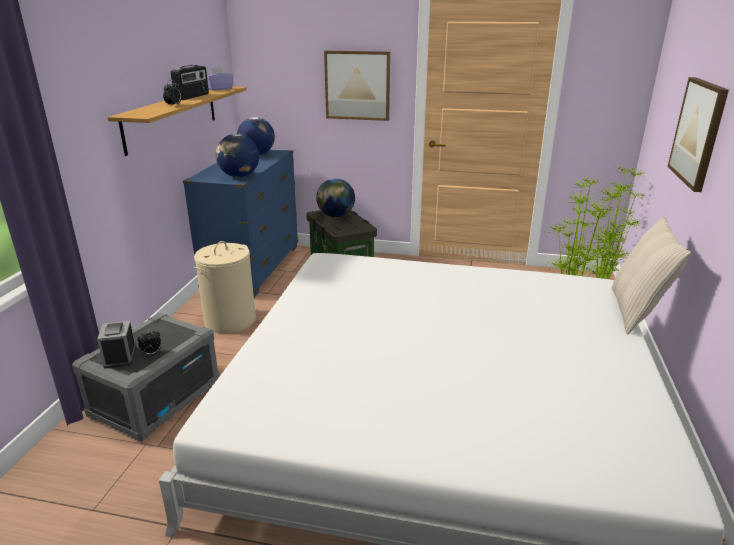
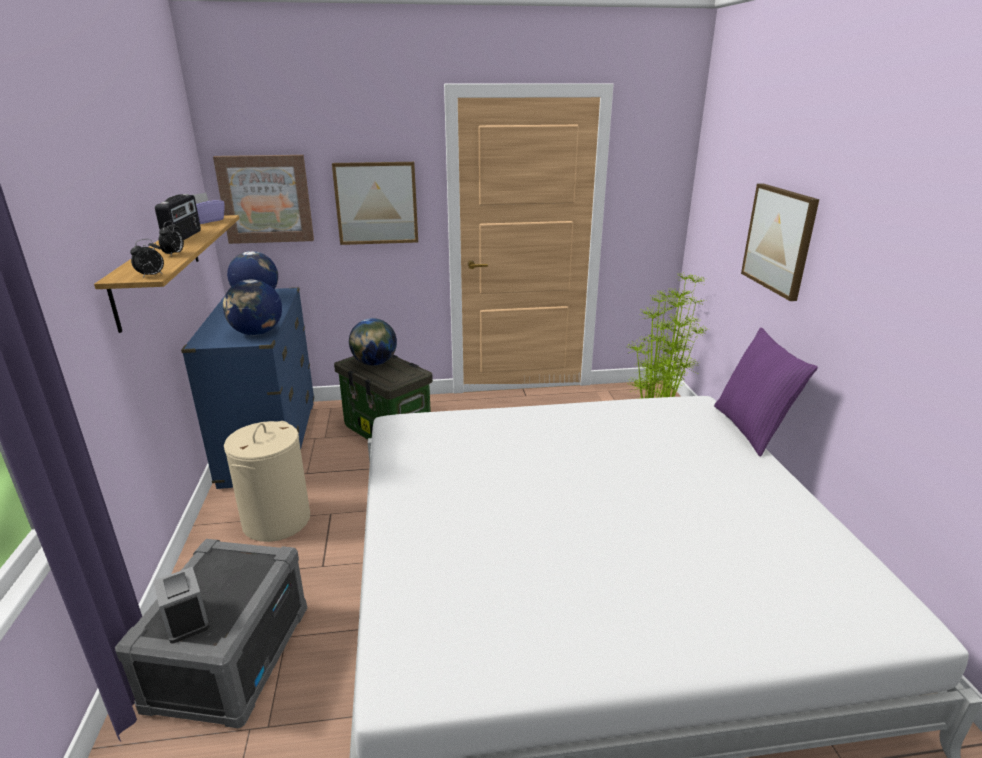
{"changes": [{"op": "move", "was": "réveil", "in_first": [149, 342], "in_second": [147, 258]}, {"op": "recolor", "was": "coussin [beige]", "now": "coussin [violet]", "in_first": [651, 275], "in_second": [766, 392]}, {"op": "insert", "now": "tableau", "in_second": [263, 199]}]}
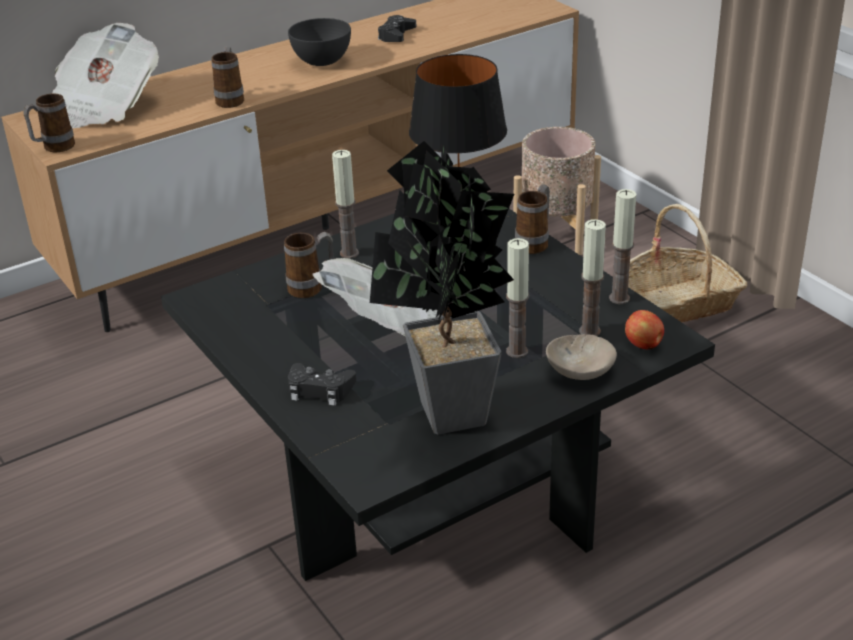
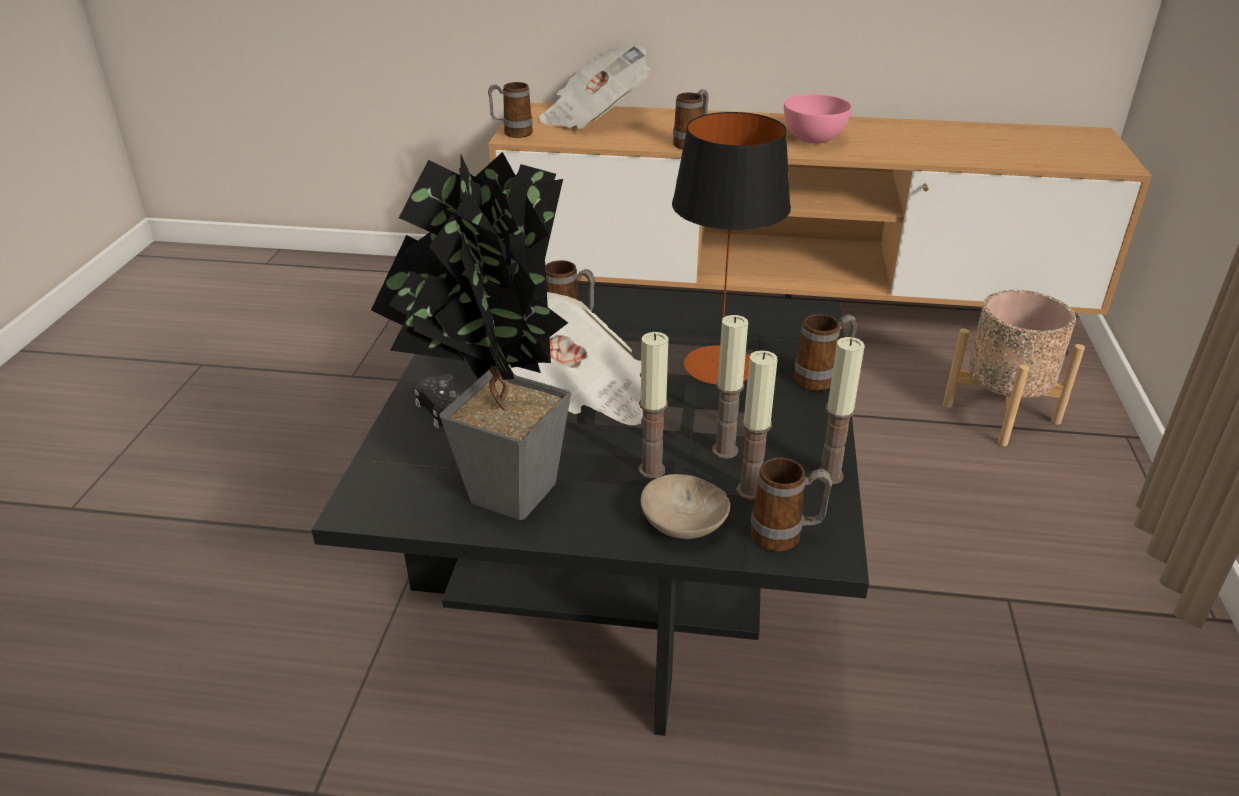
{"changes": [{"op": "recolor", "was": "bol [gris]", "now": "bol [rose]", "in_first": [319, 42], "in_second": [818, 119]}, {"op": "move", "was": "bougie", "in_first": [345, 204], "in_second": [730, 387]}, {"op": "delete", "was": "manette [noir]", "in_first": [397, 28]}, {"op": "replace", "was": "pomme", "now": "mug", "in_first": [644, 329], "in_second": [791, 504]}, {"op": "delete", "was": "panier", "in_first": [688, 263]}]}
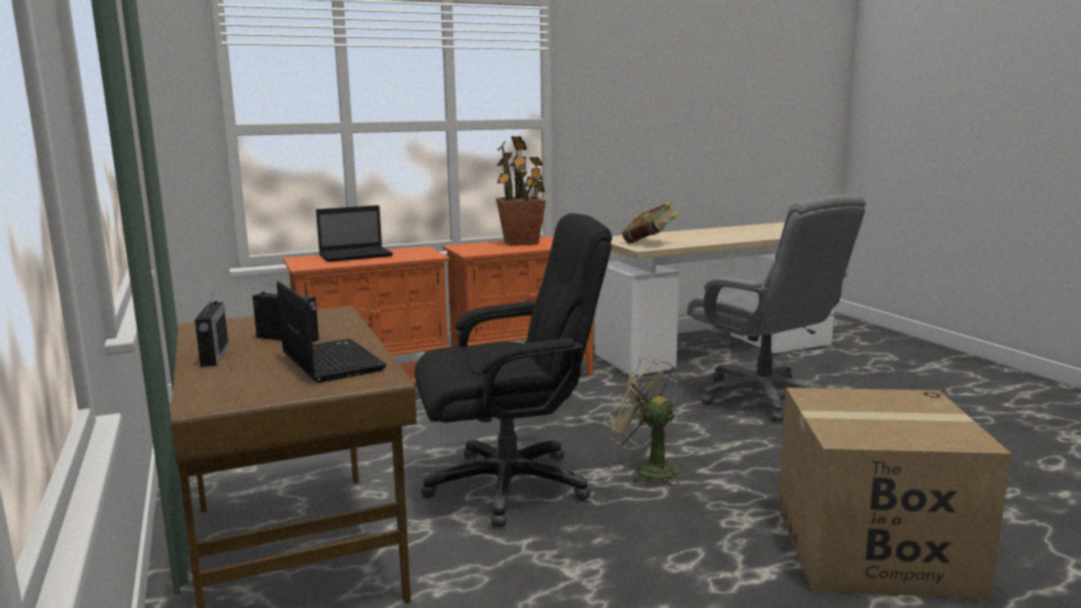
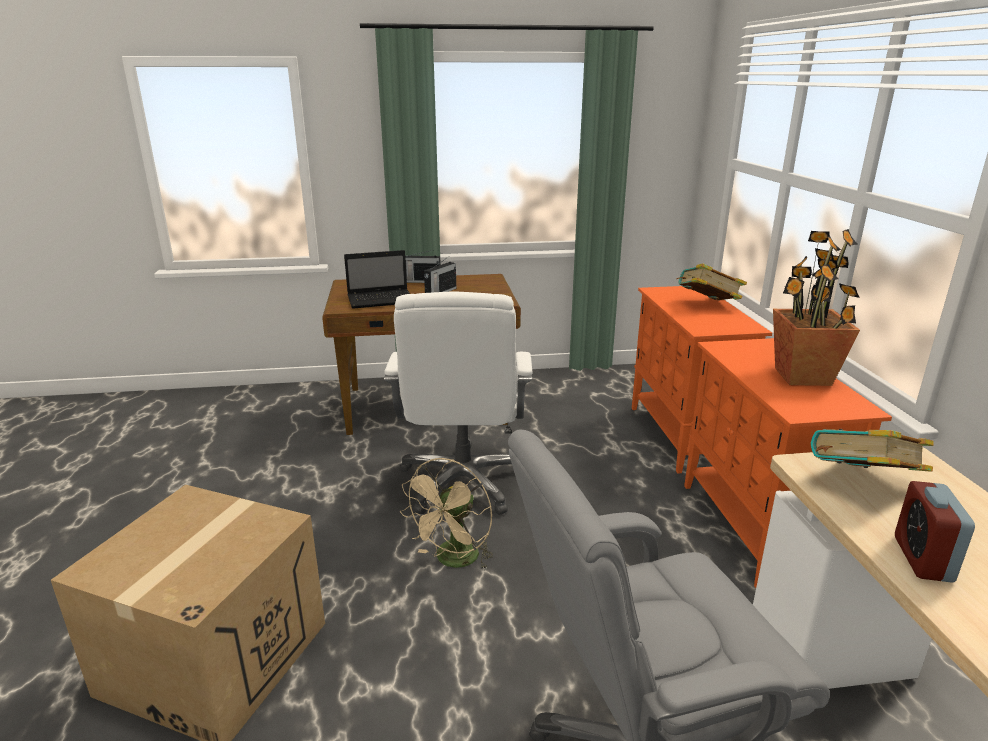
{"changes": [{"op": "replace", "was": "ordinateur portable", "now": "livre", "in_first": [354, 233], "in_second": [711, 282]}, {"op": "recolor", "was": "chaise de bureau [noir]", "now": "chaise de bureau [blanc]", "in_first": [513, 370], "in_second": [458, 403]}, {"op": "rotate", "was": "ventilateur [beige]", "in_first": [642, 421], "in_second": [446, 513], "clockwise": 150}, {"op": "insert", "now": "réveil", "in_second": [935, 532]}]}
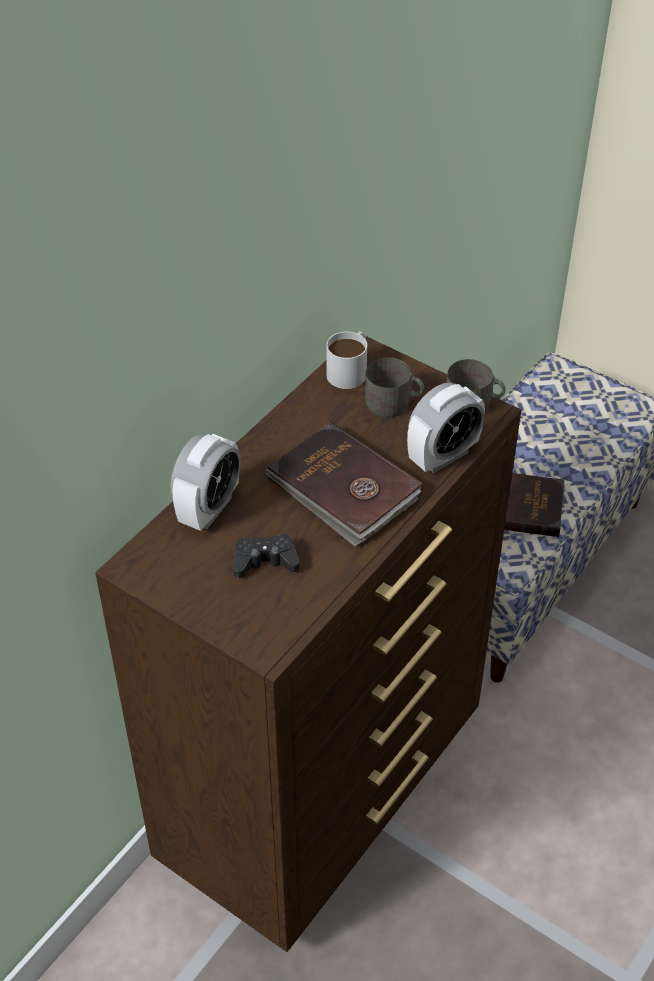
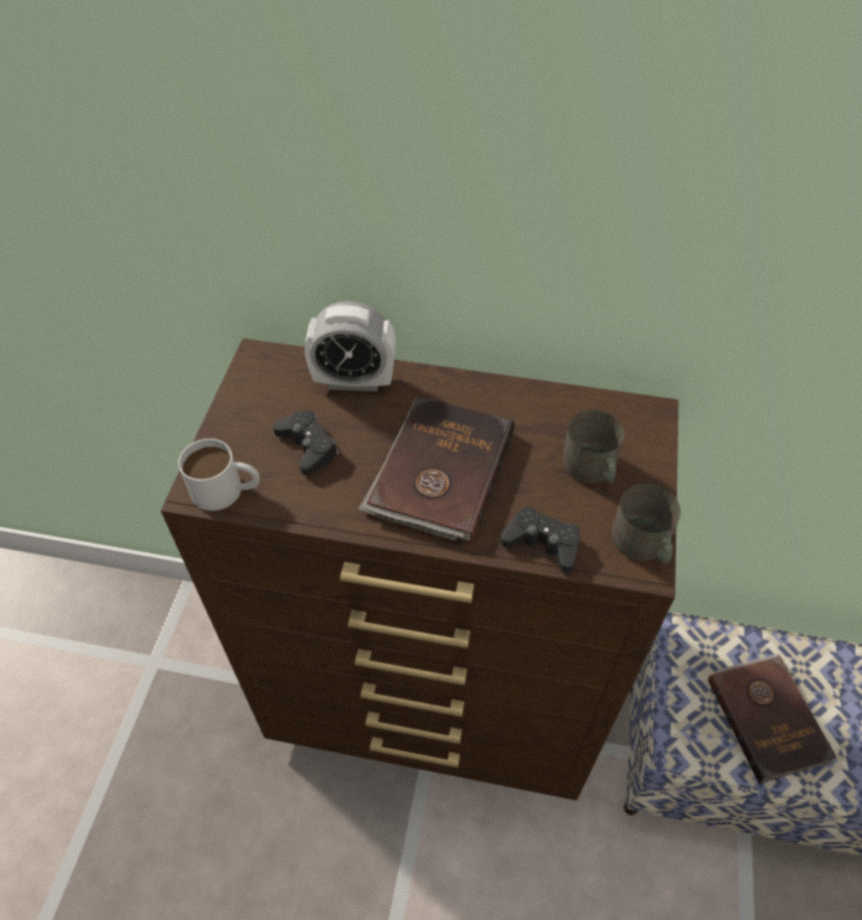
{"changes": [{"op": "move", "was": "mug [blanc]", "in_first": [346, 360], "in_second": [219, 475]}, {"op": "replace", "was": "réveil", "now": "manette [noir]", "in_first": [446, 428], "in_second": [540, 539]}]}
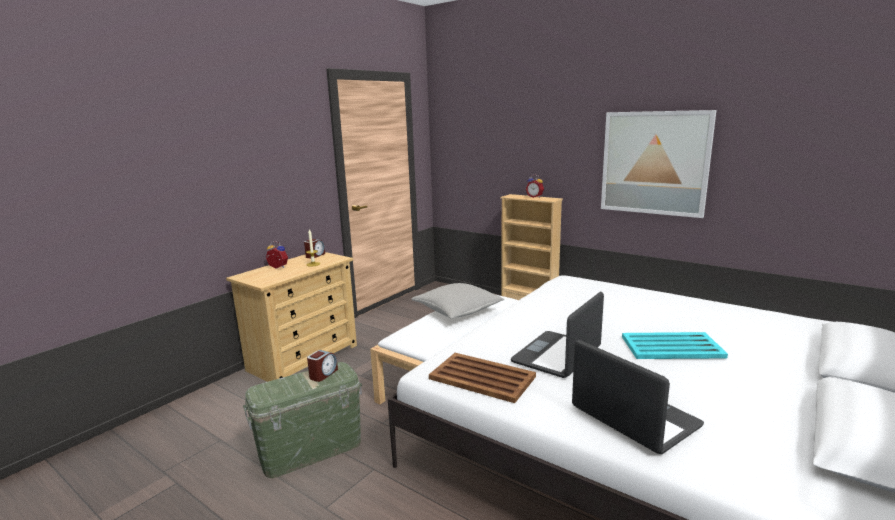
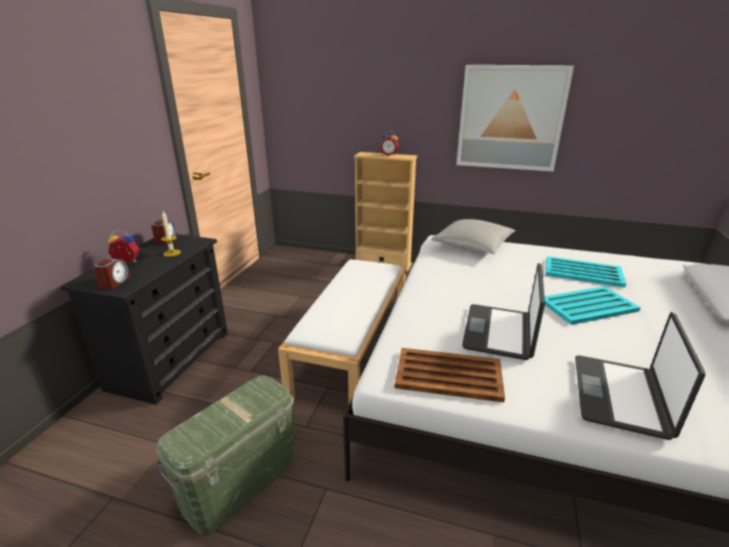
{"changes": [{"op": "recolor", "was": "commode [beige]", "now": "commode [noir]", "in_first": [291, 317], "in_second": [144, 319]}, {"op": "move", "was": "réveil", "in_first": [322, 366], "in_second": [111, 274]}, {"op": "move", "was": "coussin [gris]", "in_first": [458, 301], "in_second": [473, 236]}, {"op": "rotate", "was": "ordinateur portable", "in_first": [638, 397], "in_second": [640, 376], "clockwise": -105}, {"op": "insert", "now": "plateau [turquoise]", "in_second": [586, 271]}]}
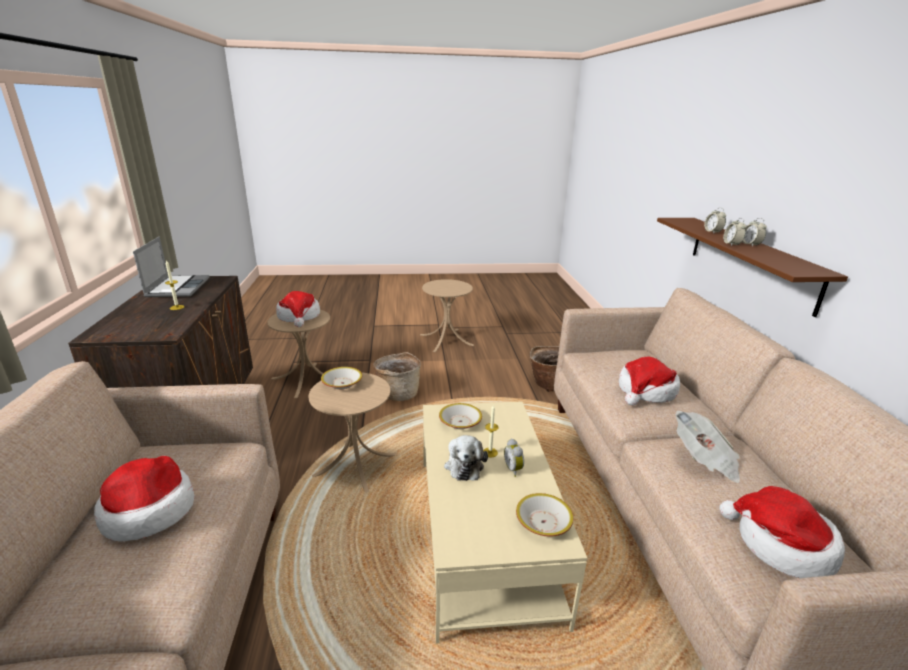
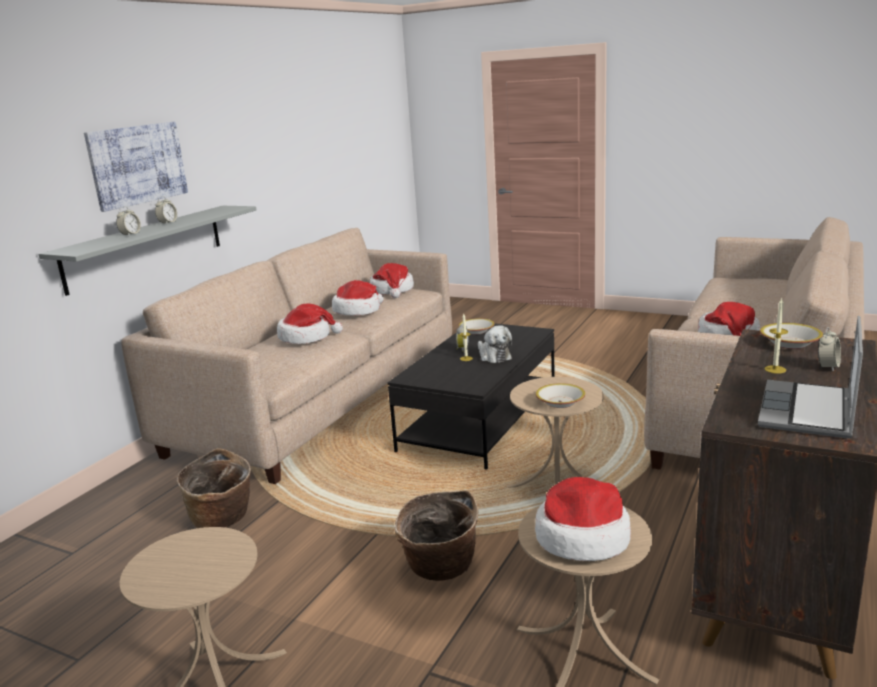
{"changes": [{"op": "recolor", "was": "table basse [beige]", "now": "table basse [noir]", "in_first": [505, 522], "in_second": [471, 396]}, {"op": "move", "was": "bol", "in_first": [460, 416], "in_second": [791, 336]}, {"op": "rotate", "was": "peluche", "in_first": [466, 458], "in_second": [495, 344], "clockwise": 120}, {"op": "recolor", "was": "étagère [marron]", "now": "étagère [gris]", "in_first": [752, 267], "in_second": [148, 251]}, {"op": "replace", "was": "journal", "now": "chapeau", "in_first": [707, 446], "in_second": [358, 297]}, {"op": "move", "was": "réveil", "in_first": [734, 232], "in_second": [829, 349]}, {"op": "insert", "now": "tableau", "in_second": [136, 167]}]}
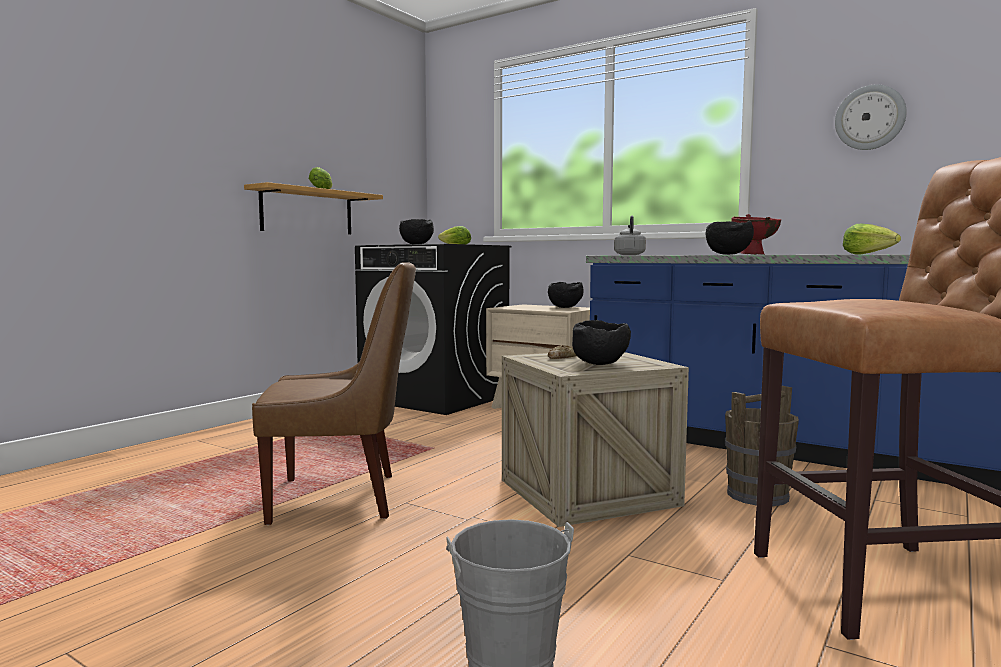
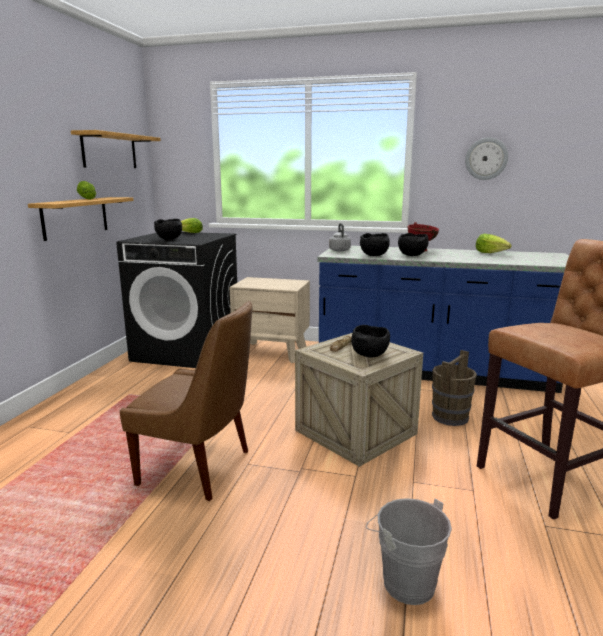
{"changes": [{"op": "rotate", "was": "chaise [marron]", "in_first": [334, 394], "in_second": [185, 401], "clockwise": 45}, {"op": "move", "was": "bol [noir]", "in_first": [565, 295], "in_second": [375, 244]}, {"op": "insert", "now": "étagère", "in_second": [116, 149]}]}
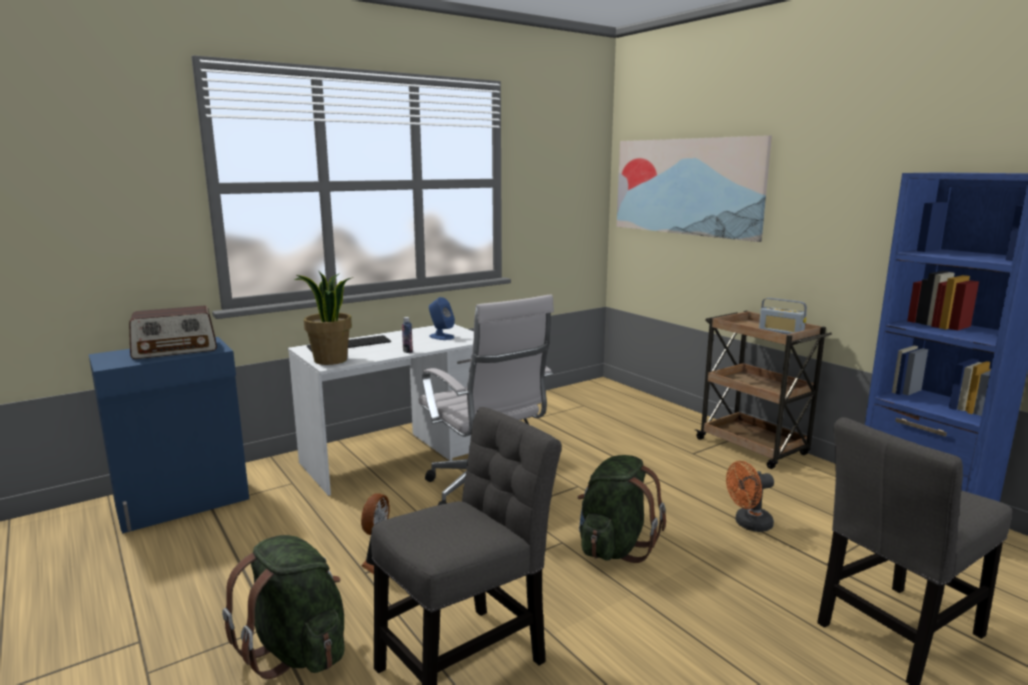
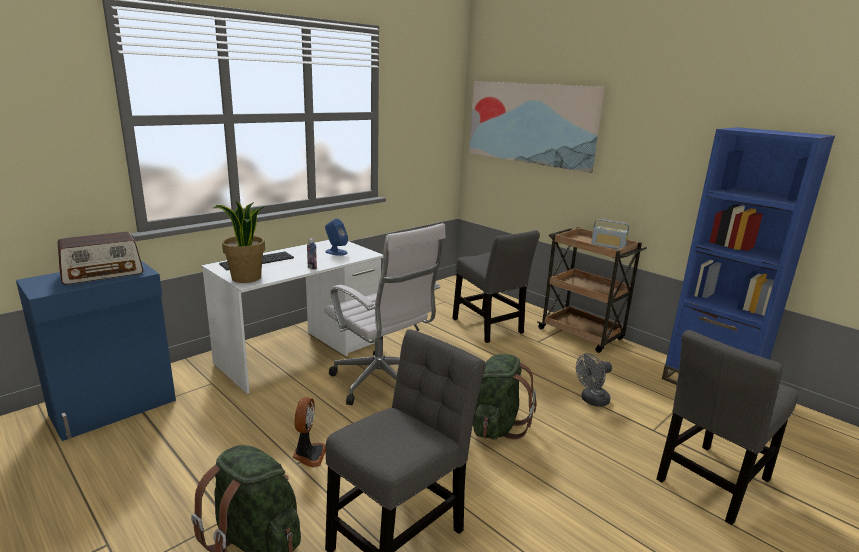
{"changes": [{"op": "recolor", "was": "ventilateur [orange]", "now": "ventilateur [gris]", "in_first": [750, 496], "in_second": [594, 380]}, {"op": "insert", "now": "chaise [gris]", "in_second": [496, 286]}]}
